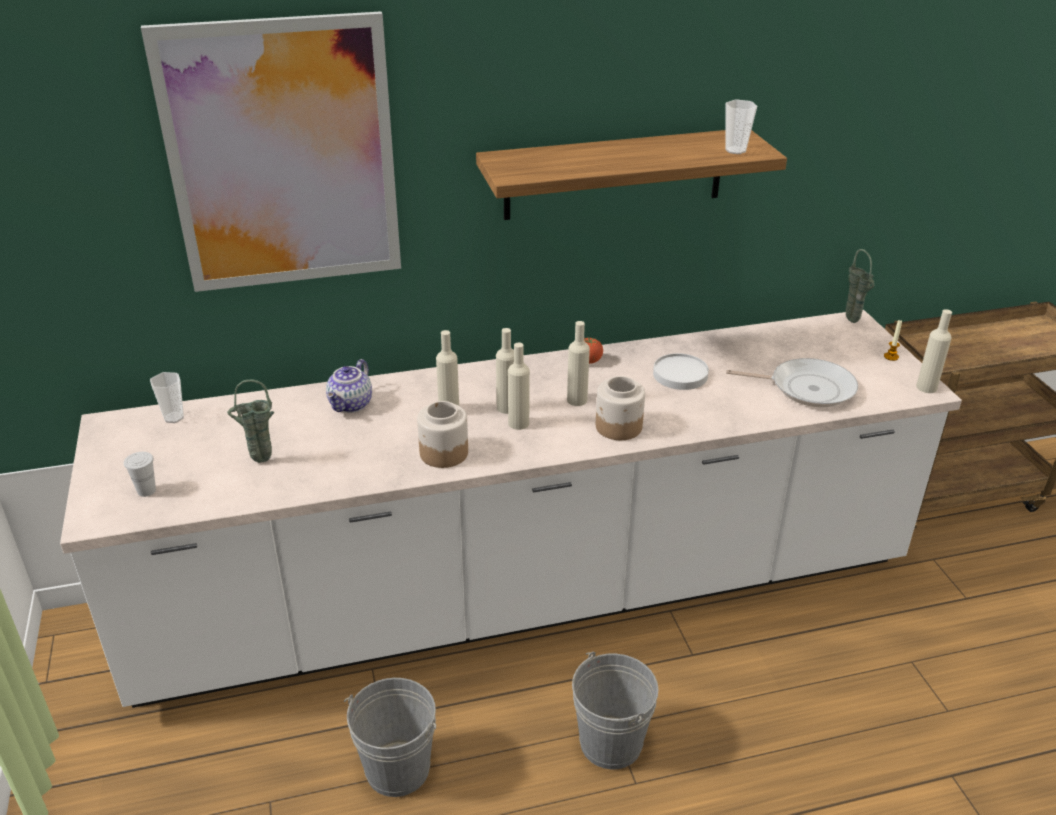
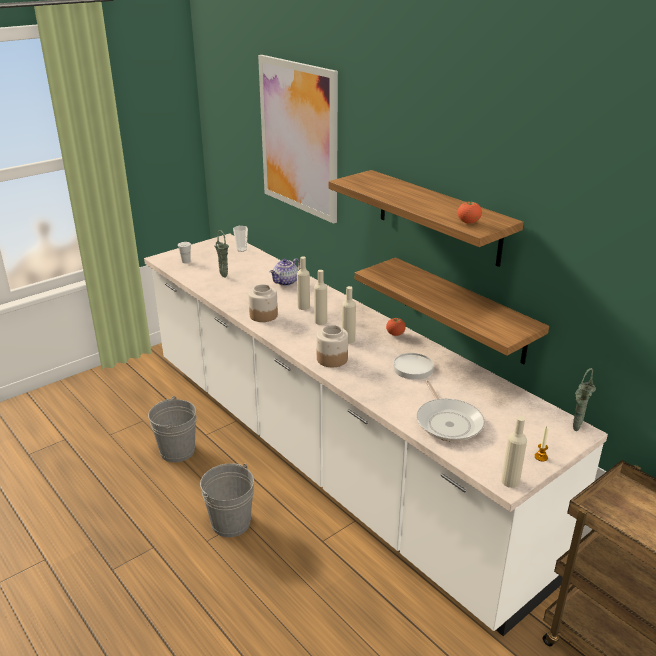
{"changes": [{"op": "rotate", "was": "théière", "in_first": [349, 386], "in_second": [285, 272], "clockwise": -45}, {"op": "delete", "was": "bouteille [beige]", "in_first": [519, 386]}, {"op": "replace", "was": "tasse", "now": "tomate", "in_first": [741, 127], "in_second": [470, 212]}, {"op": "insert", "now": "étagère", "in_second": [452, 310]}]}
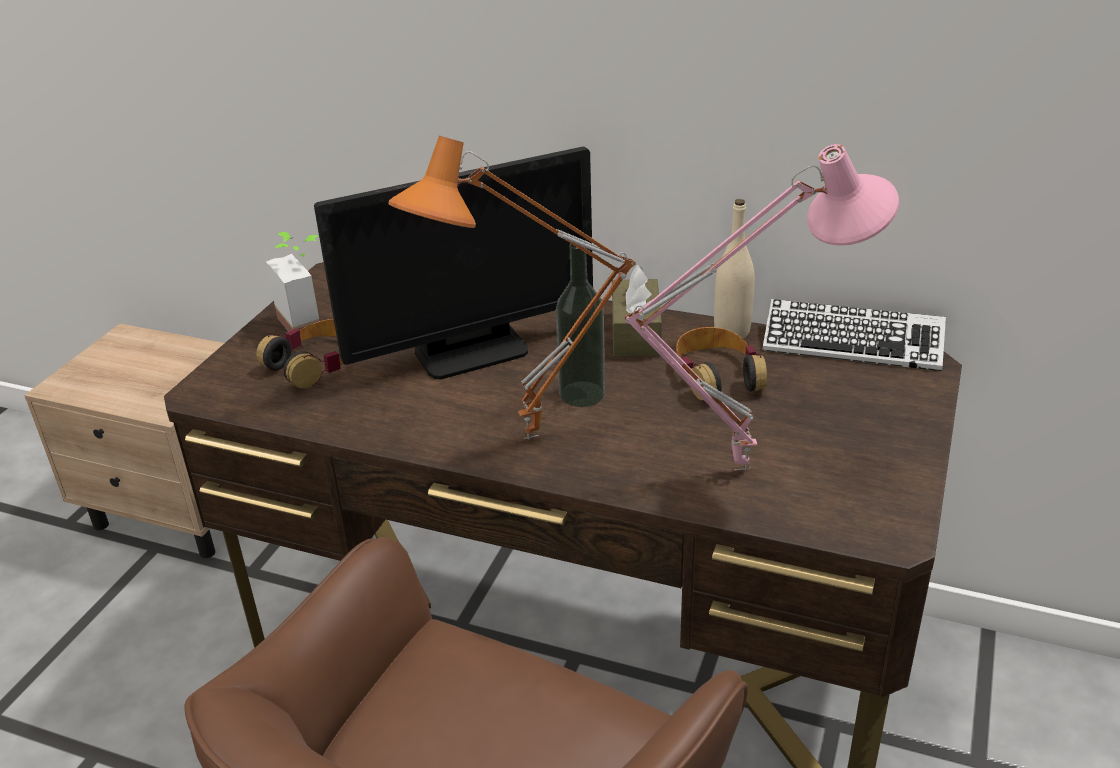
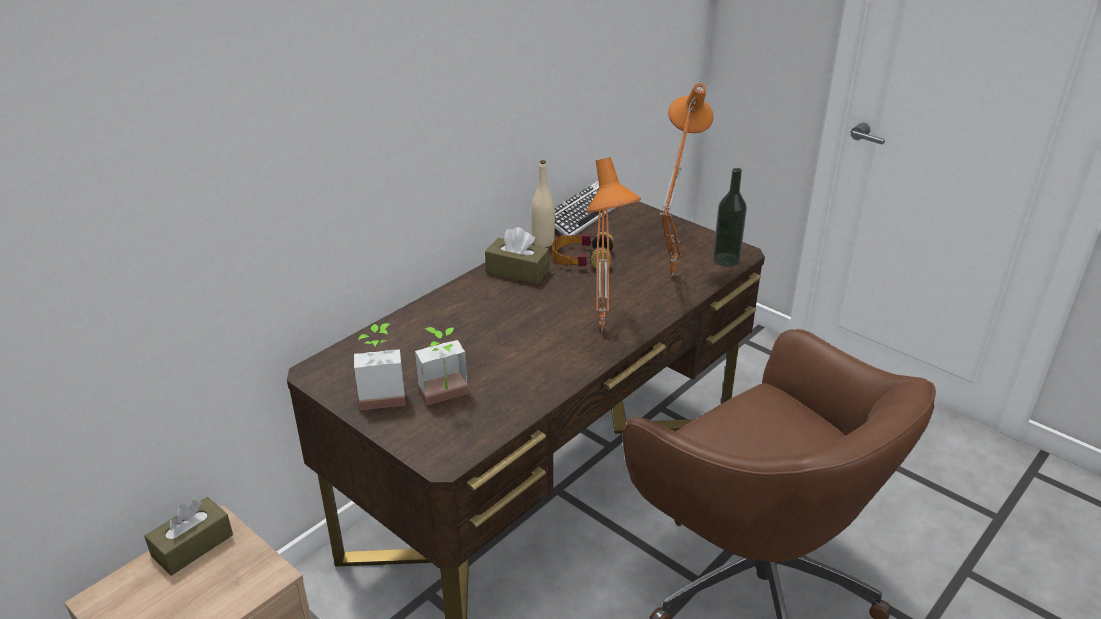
{"changes": [{"op": "replace", "was": "casque audio", "now": "plante en pot", "in_first": [299, 353], "in_second": [441, 366]}, {"op": "delete", "was": "écran d'ordinateur", "in_first": [453, 263]}, {"op": "move", "was": "bouteille", "in_first": [580, 325], "in_second": [730, 217]}, {"op": "recolor", "was": "lampe de table [rose]", "now": "lampe de table [orange]", "in_first": [762, 307], "in_second": [687, 180]}, {"op": "insert", "now": "boîte à mouchoirs [marron]", "in_second": [188, 536]}]}
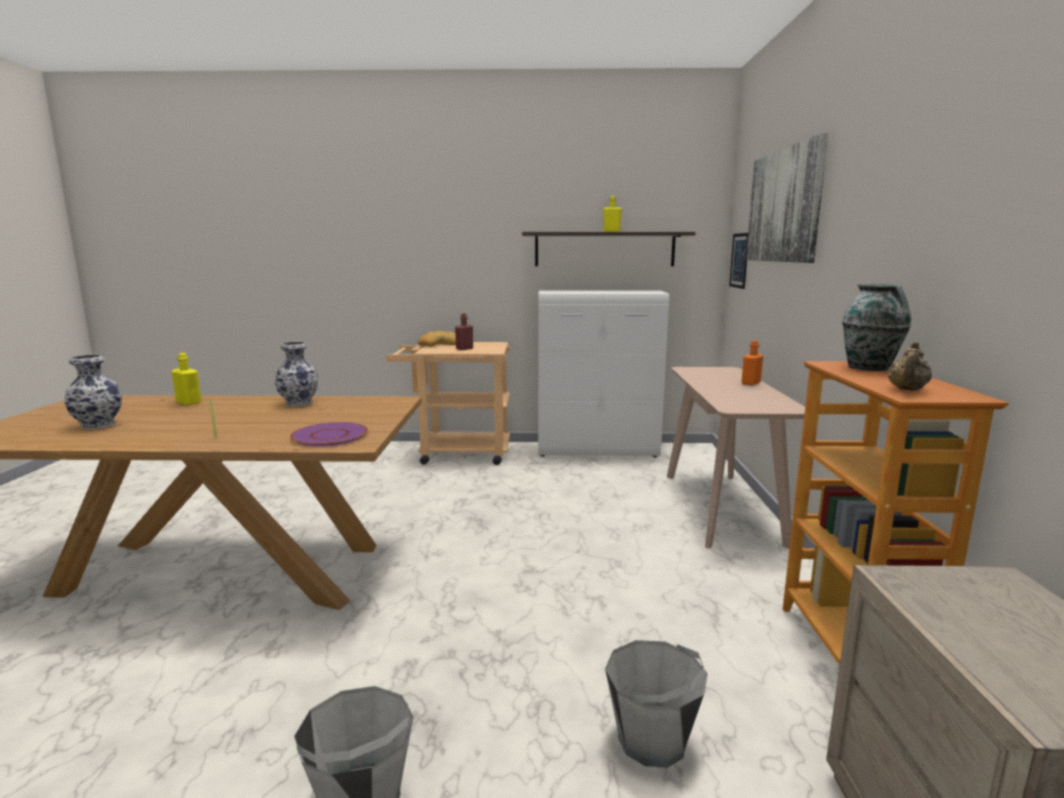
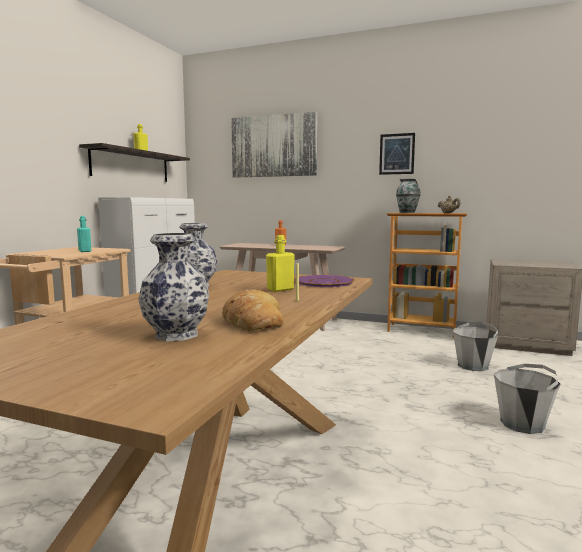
{"changes": [{"op": "move", "was": "bouteille [jaune]", "in_first": [186, 379], "in_second": [280, 263]}, {"op": "move", "was": "pain", "in_first": [437, 339], "in_second": [252, 310]}, {"op": "recolor", "was": "bouteille [rouge]", "now": "bouteille [turquoise]", "in_first": [464, 331], "in_second": [84, 234]}, {"op": "move", "was": "tableau", "in_first": [738, 261], "in_second": [397, 154]}]}
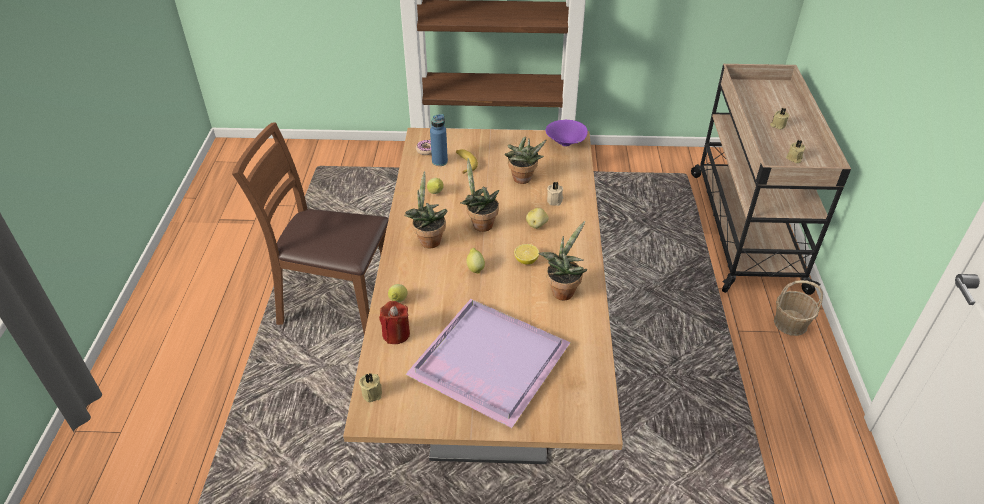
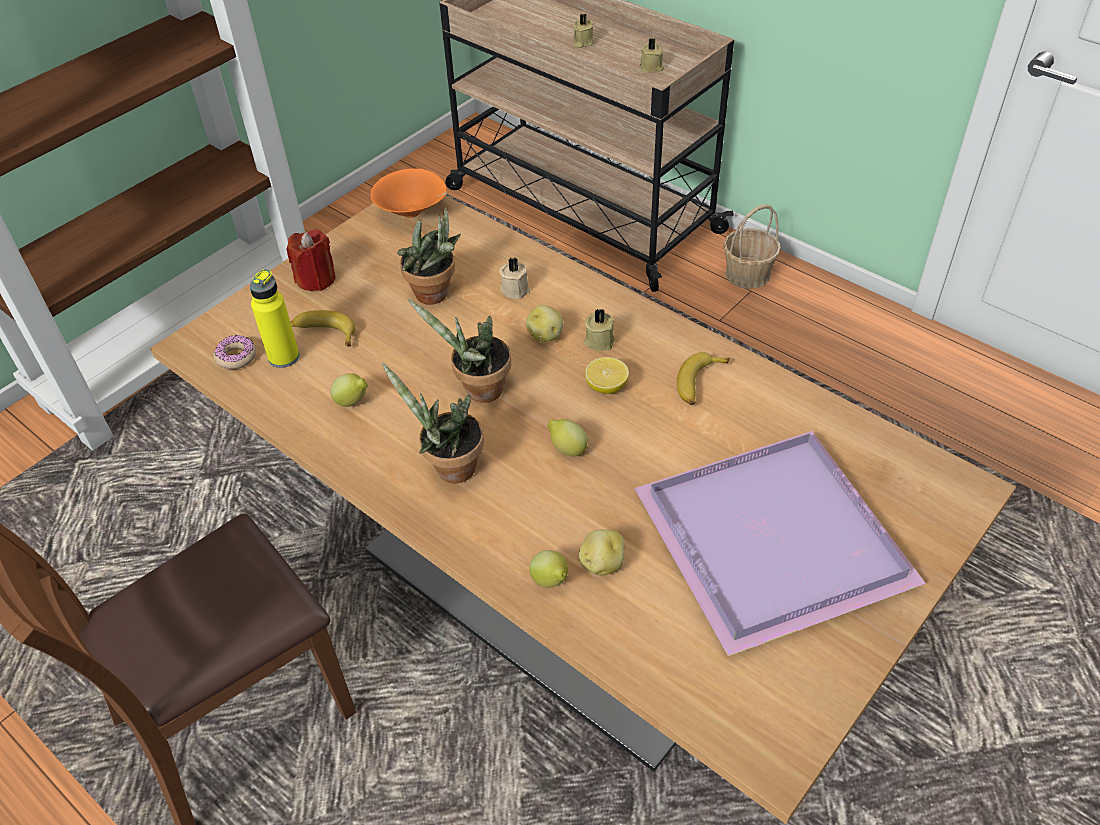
{"changes": [{"op": "move", "was": "bougie [beige]", "in_first": [370, 387], "in_second": [599, 329]}, {"op": "move", "was": "bougie [rouge]", "in_first": [394, 322], "in_second": [311, 260]}, {"op": "recolor", "was": "bouteille [bleu]", "now": "bouteille [jaune]", "in_first": [439, 140], "in_second": [274, 318]}, {"op": "replace", "was": "plante en pot", "now": "banane", "in_first": [562, 260], "in_second": [703, 378]}, {"op": "recolor", "was": "bol [violet]", "now": "bol [orange]", "in_first": [567, 133], "in_second": [408, 193]}, {"op": "insert", "now": "pomme de terre", "in_second": [602, 552]}]}
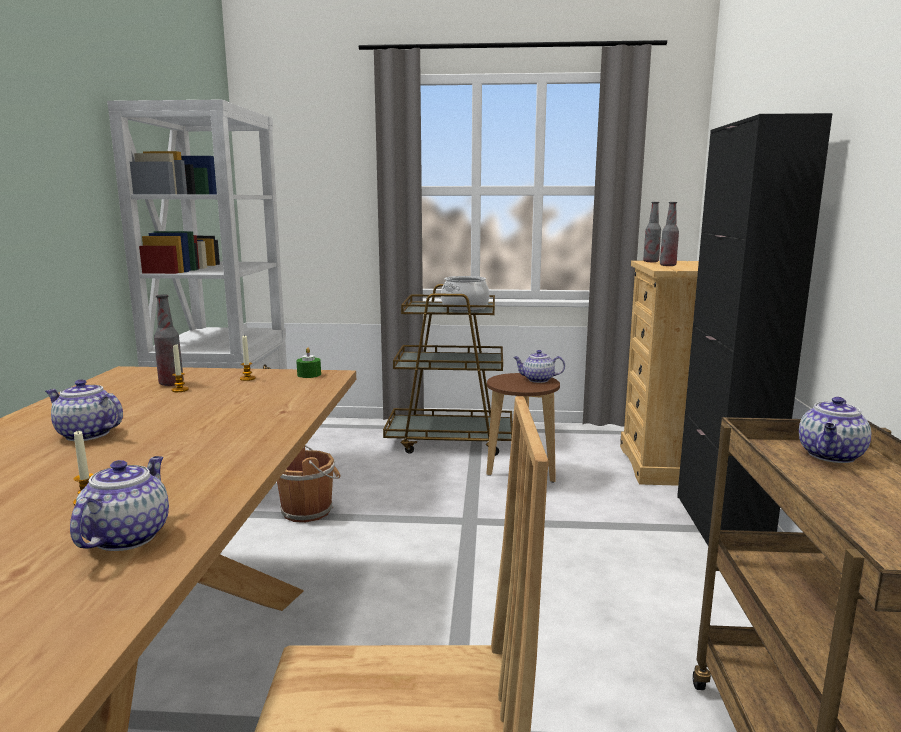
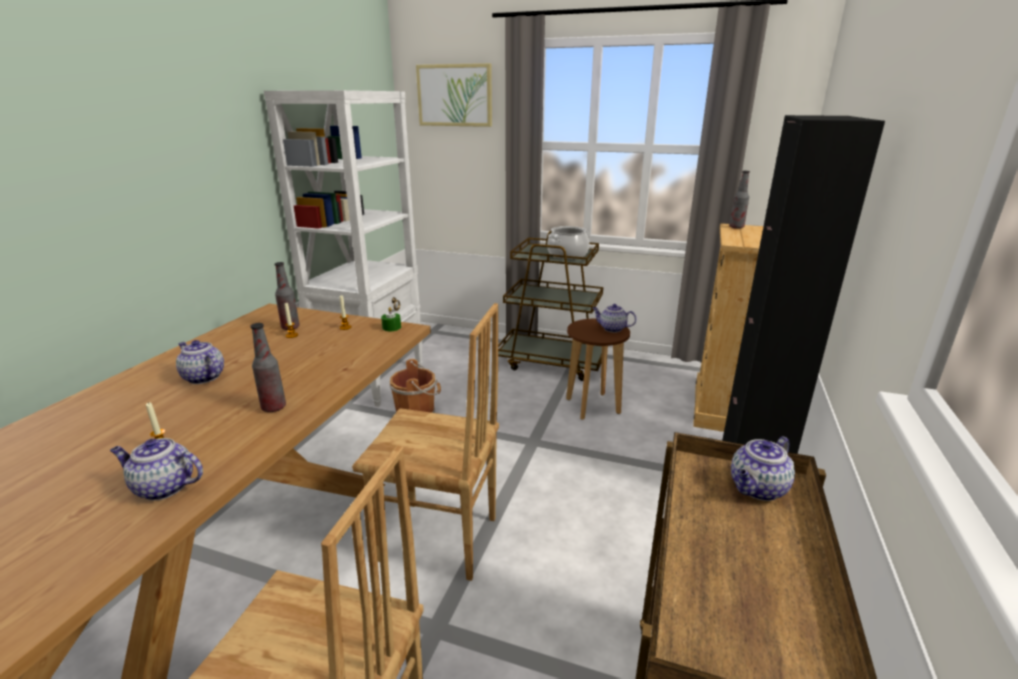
{"changes": [{"op": "rotate", "was": "théière", "in_first": [119, 503], "in_second": [156, 469], "clockwise": -105}, {"op": "move", "was": "bouteille", "in_first": [669, 234], "in_second": [268, 367]}, {"op": "insert", "now": "chaise [marron]", "in_second": [425, 442]}, {"op": "insert", "now": "tableau", "in_second": [454, 95]}]}
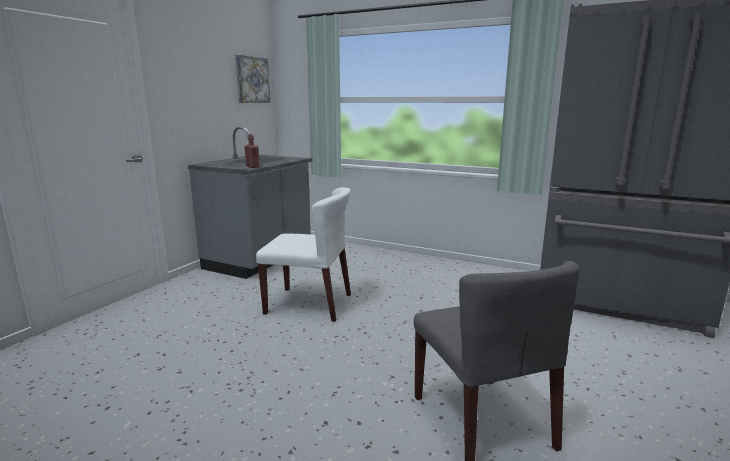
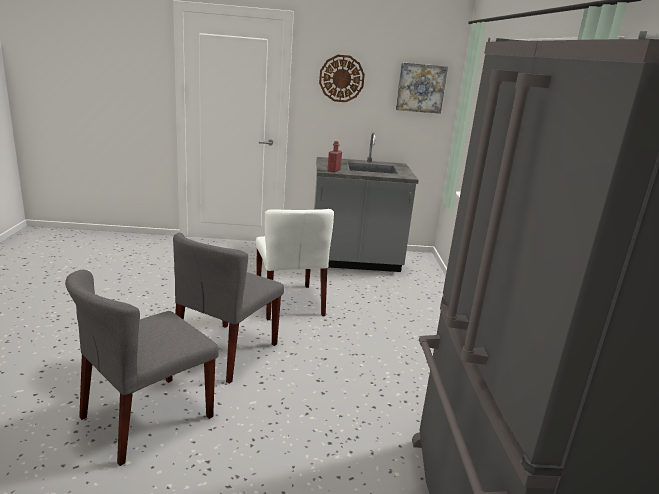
{"changes": [{"op": "insert", "now": "chaise [gris]", "in_second": [228, 308]}, {"op": "insert", "now": "horloge murale", "in_second": [342, 78]}]}
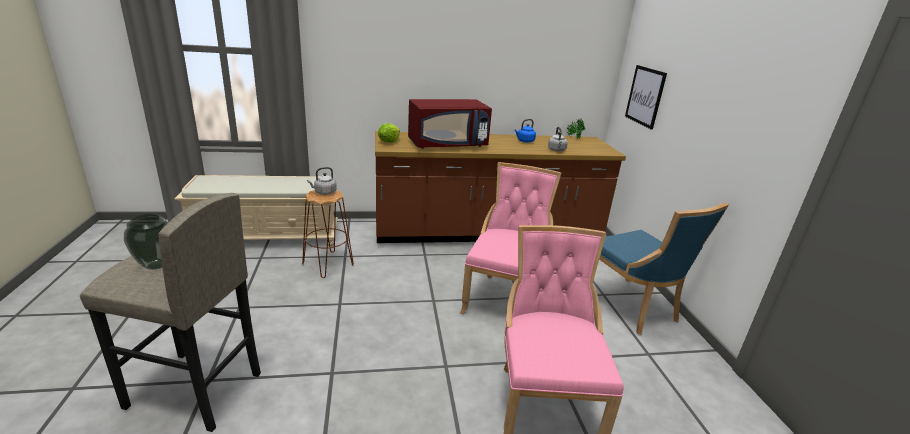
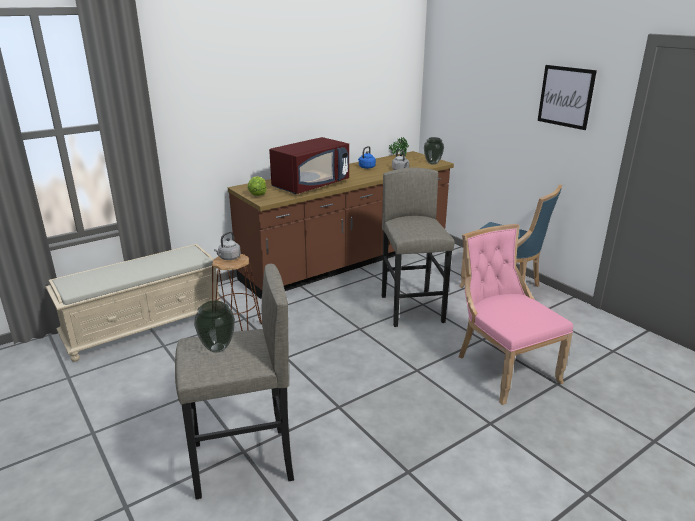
{"changes": [{"op": "replace", "was": "chaise [rose]", "now": "tabouret [gris]", "in_first": [510, 238], "in_second": [418, 247]}, {"op": "move", "was": "tableau", "in_first": [646, 97], "in_second": [567, 97]}, {"op": "insert", "now": "vase", "in_second": [434, 151]}]}
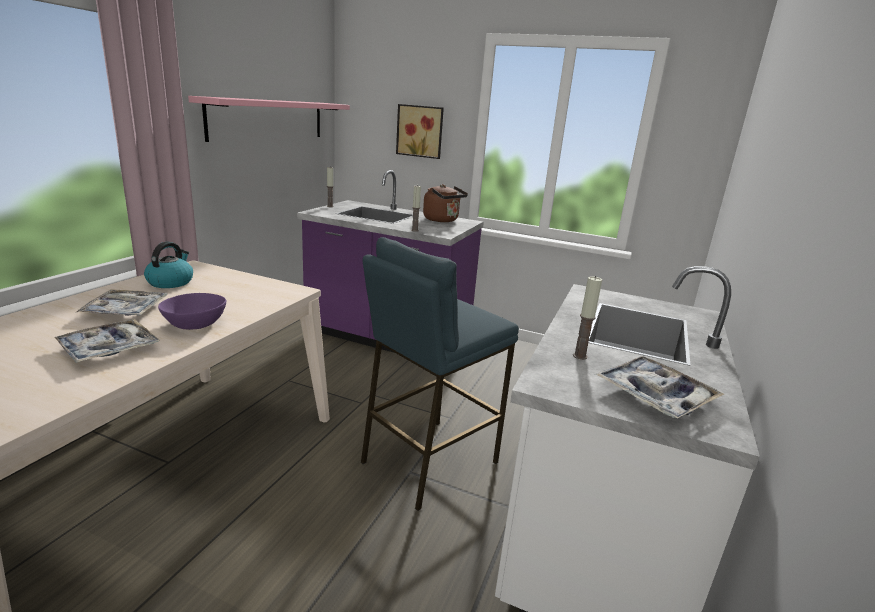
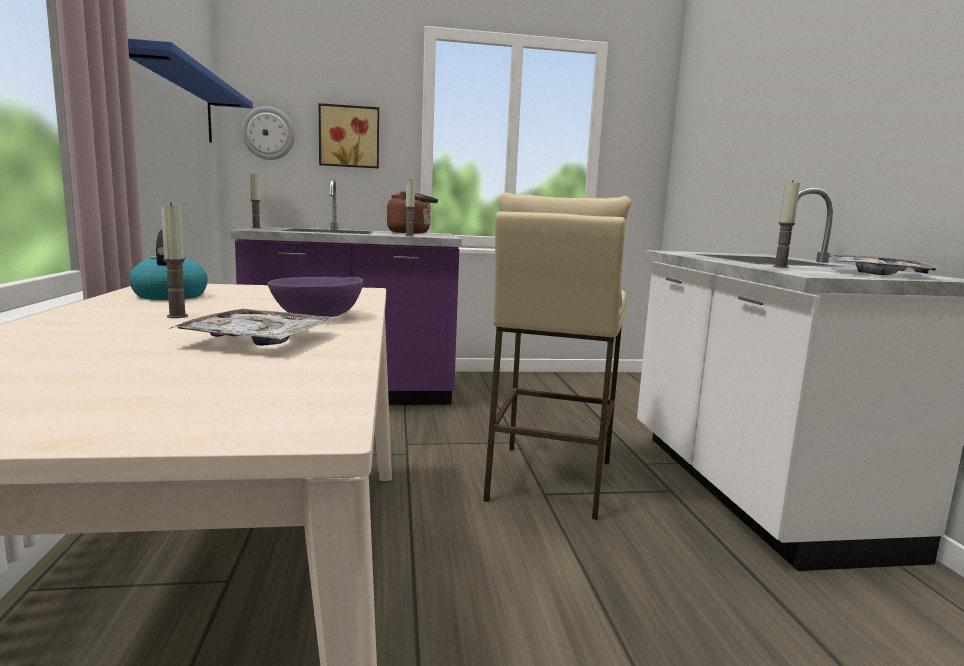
{"changes": [{"op": "replace", "was": "plateau", "now": "bougie", "in_first": [121, 302], "in_second": [174, 260]}, {"op": "recolor", "was": "étagère [rose]", "now": "étagère [bleu]", "in_first": [269, 119], "in_second": [190, 90]}, {"op": "recolor", "was": "tabouret [bleu]", "now": "tabouret [beige]", "in_first": [440, 374], "in_second": [557, 357]}, {"op": "insert", "now": "horloge murale", "in_second": [268, 133]}]}
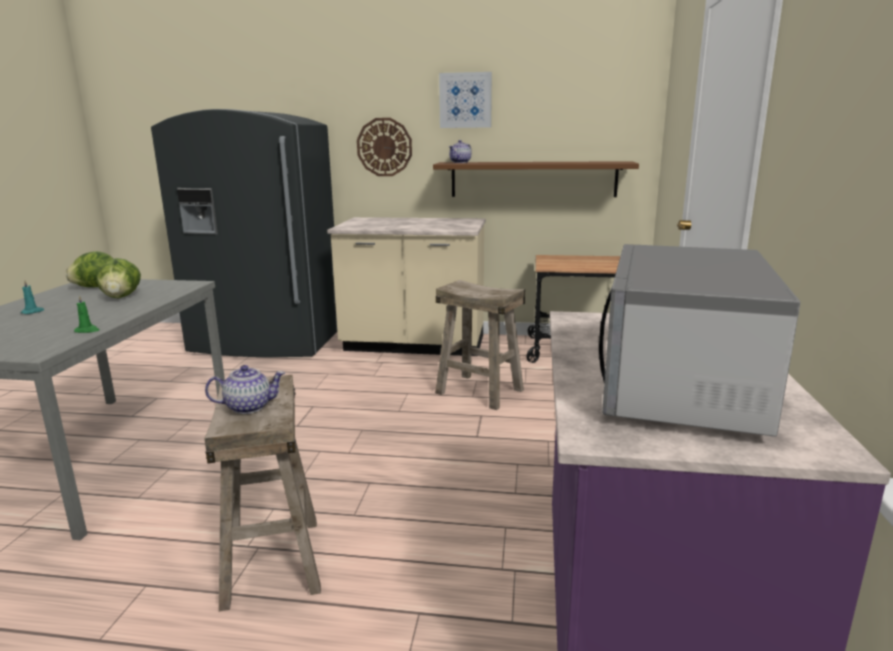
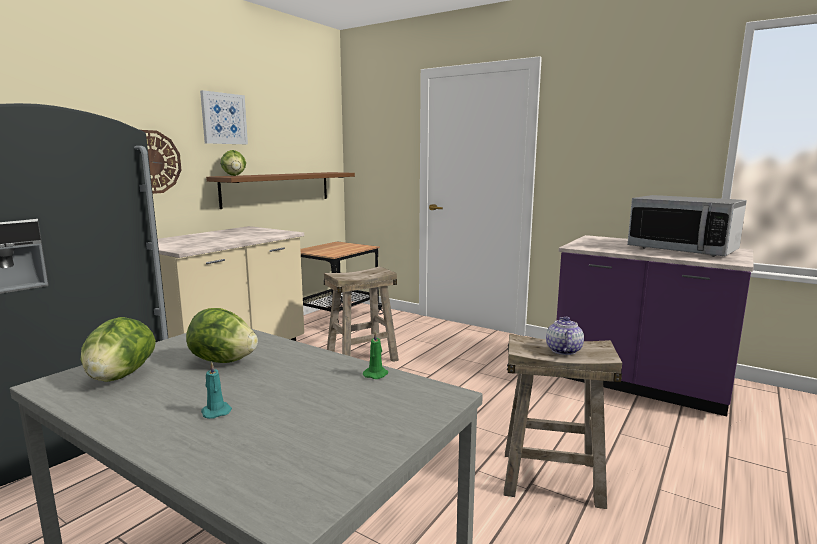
{"changes": [{"op": "replace", "was": "théière", "now": "laitue", "in_first": [460, 151], "in_second": [233, 163]}]}
